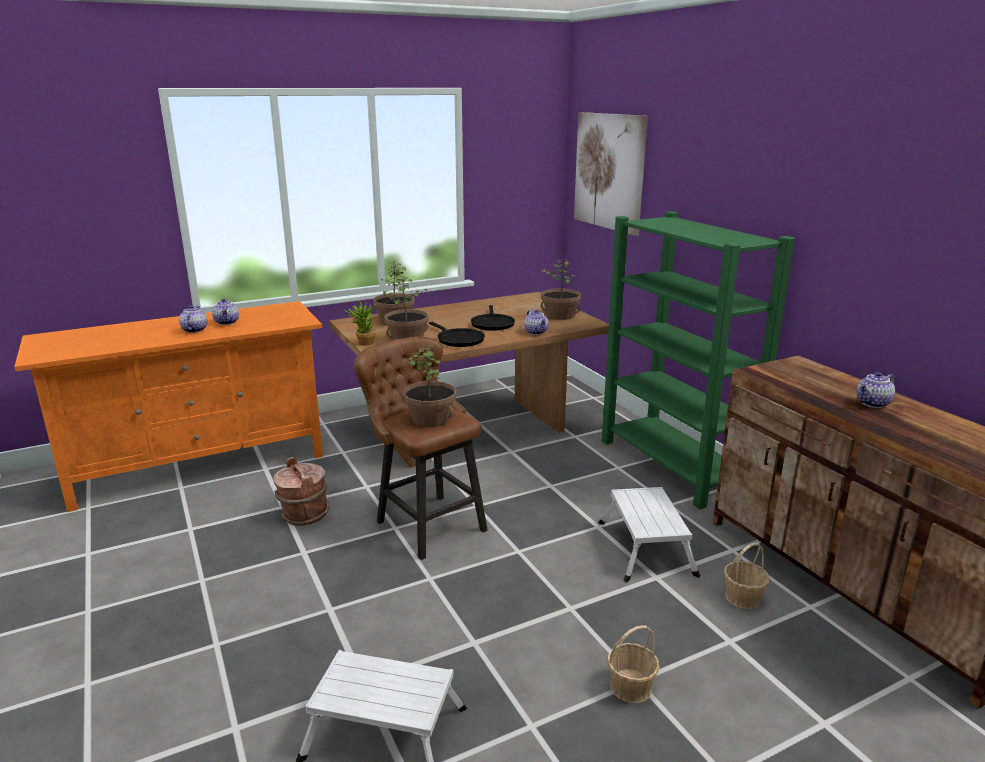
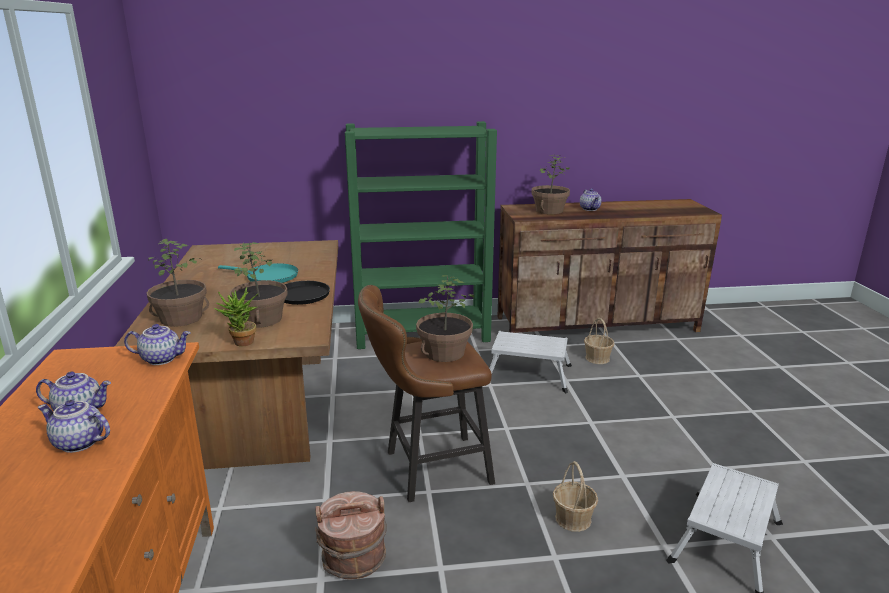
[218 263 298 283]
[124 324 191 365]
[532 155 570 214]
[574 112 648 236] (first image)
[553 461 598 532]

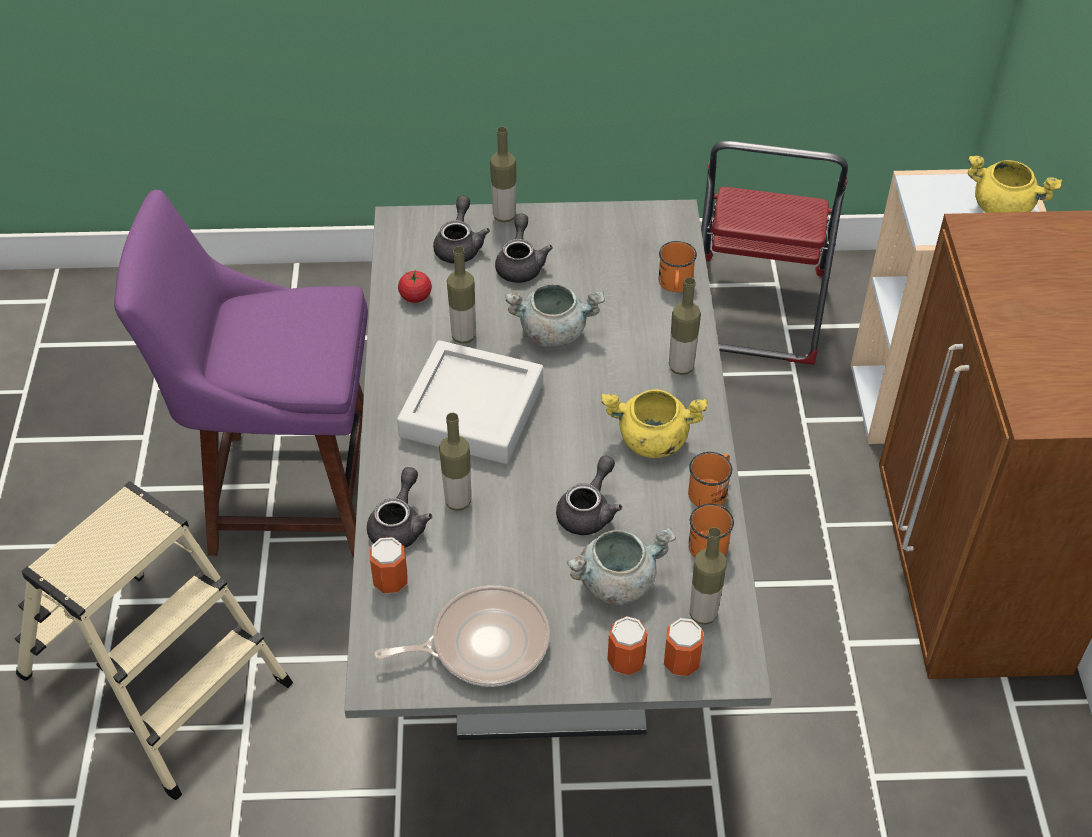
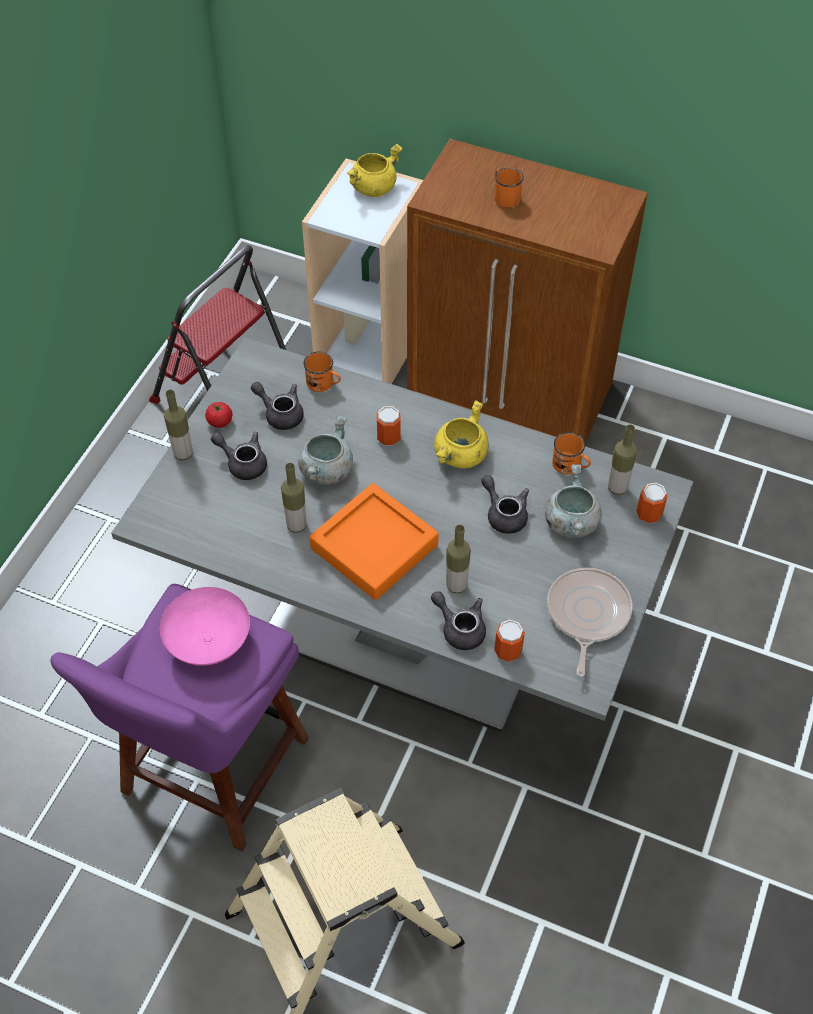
[310 483 439 600]
[205 402 232 428]
[251 382 304 430]
[377 406 401 446]
[669 277 701 375] (first image)
[495 168 524 208]
[160 587 250 666]

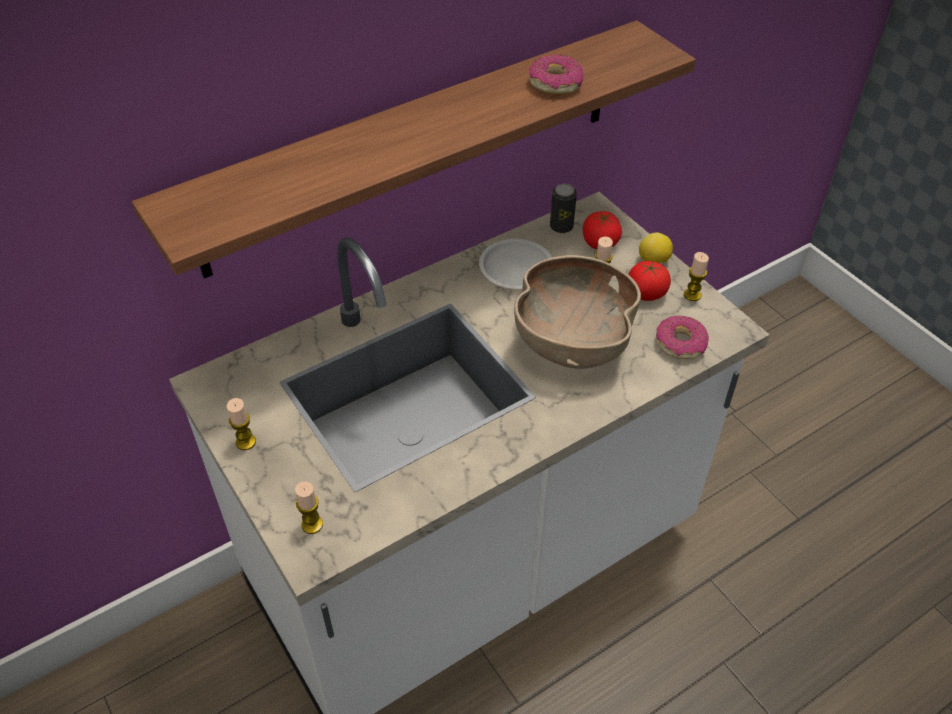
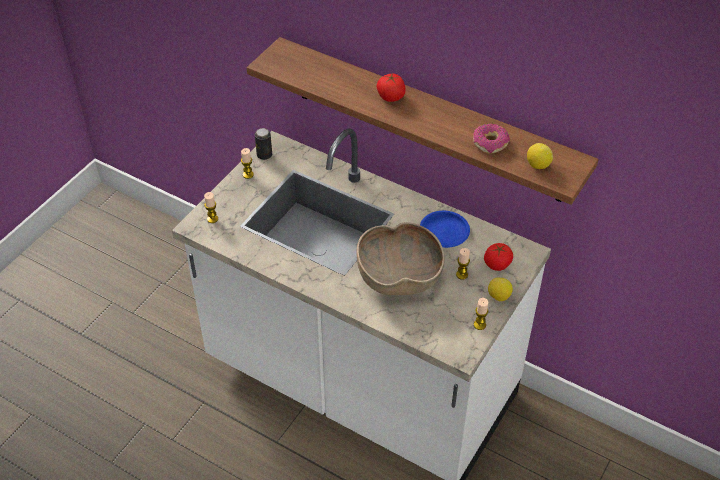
[420 211 470 248]
[255 128 272 160]
[377 73 406 102]
[656 315 709 359] (first image)
[527 143 553 169]

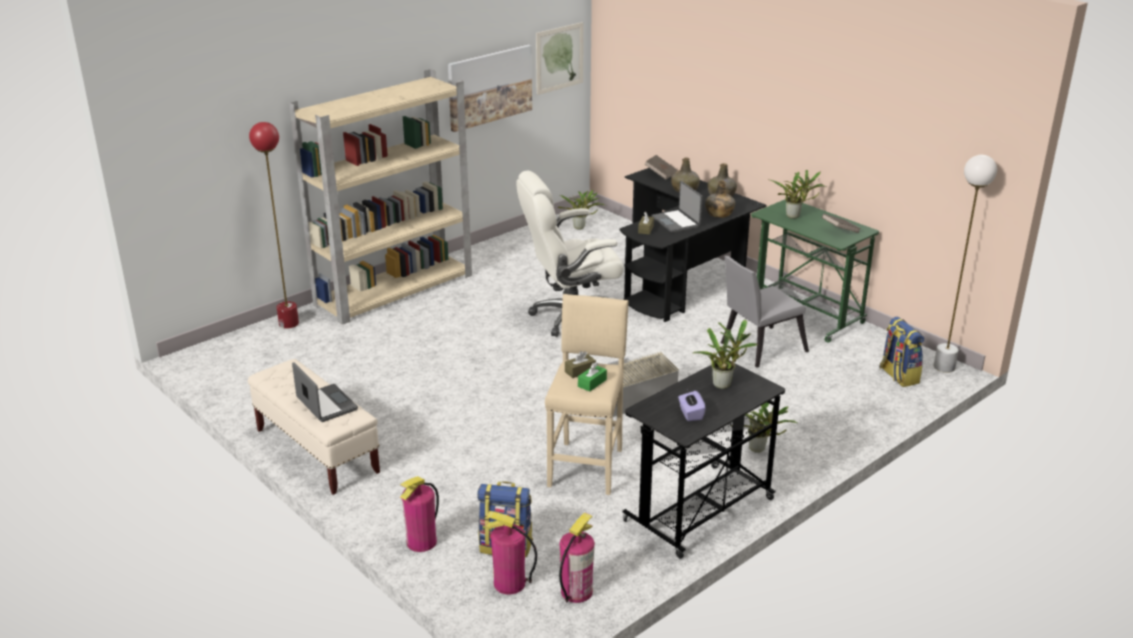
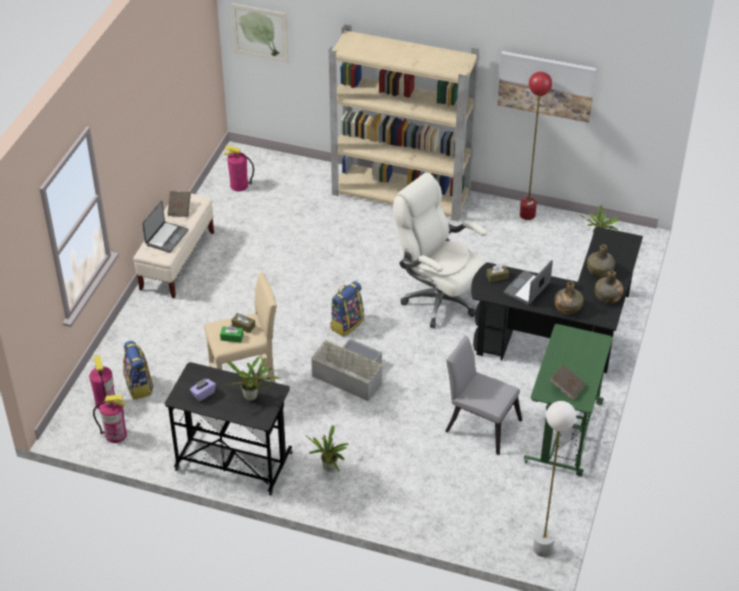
[520 72 552 220]
[224 145 254 191]
[231 3 288 63]
[168 191 191 217]
[770 170 827 219] (first image)
[330 281 364 337]

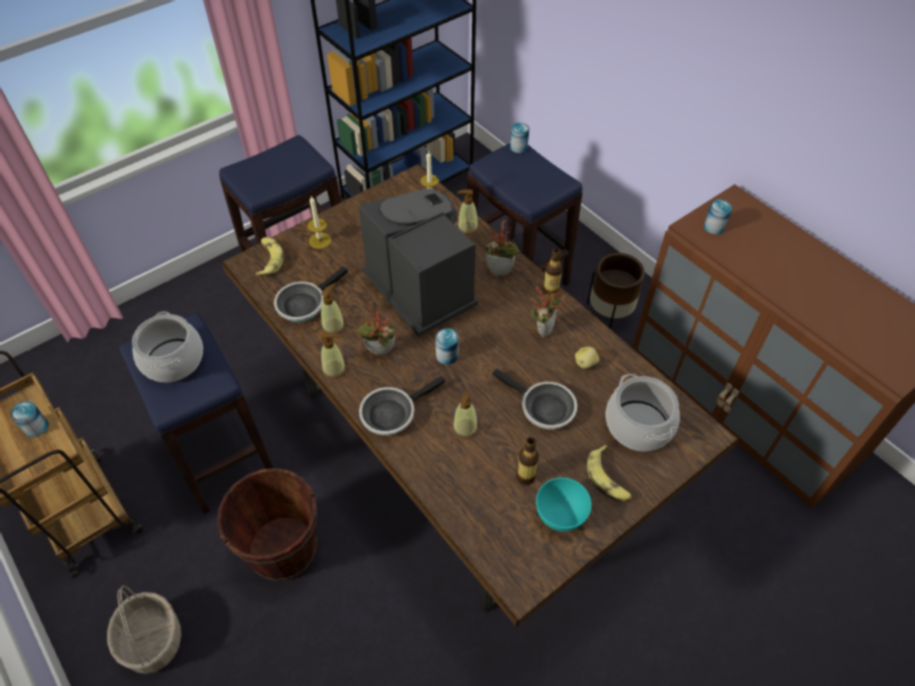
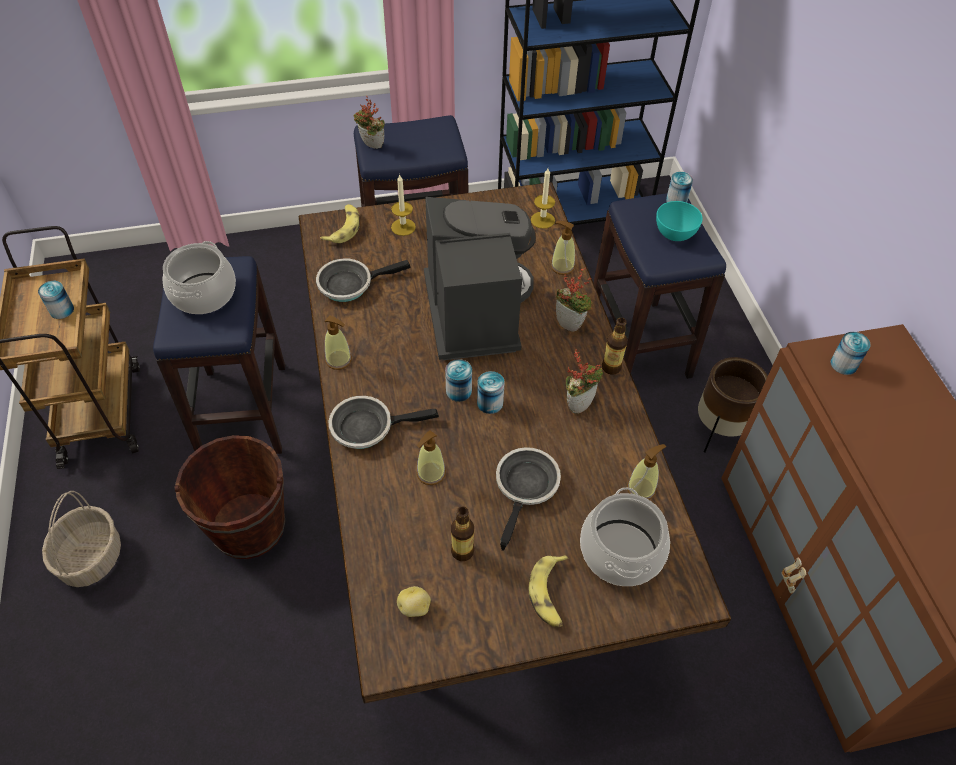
[627 444 666 500]
[353 95 385 149]
[496 447 561 551]
[656 201 703 241]
[397 586 431 617]
[477 371 505 414]

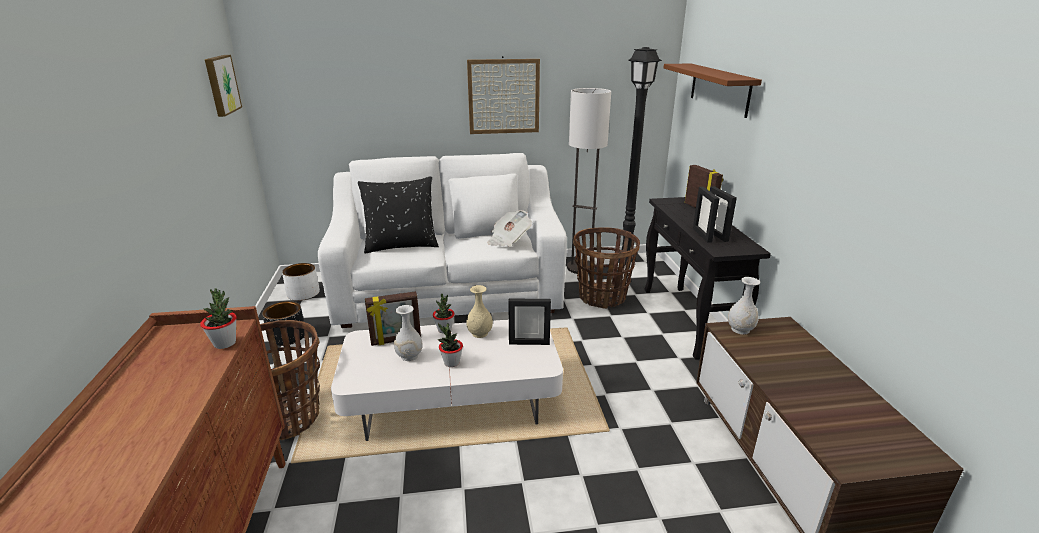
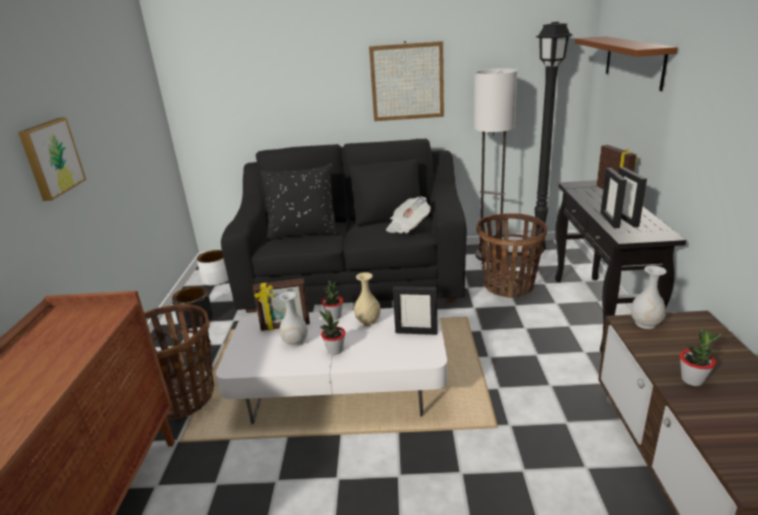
[680 328 722 386]
[18 117 86 201]
[221 139 467 313]

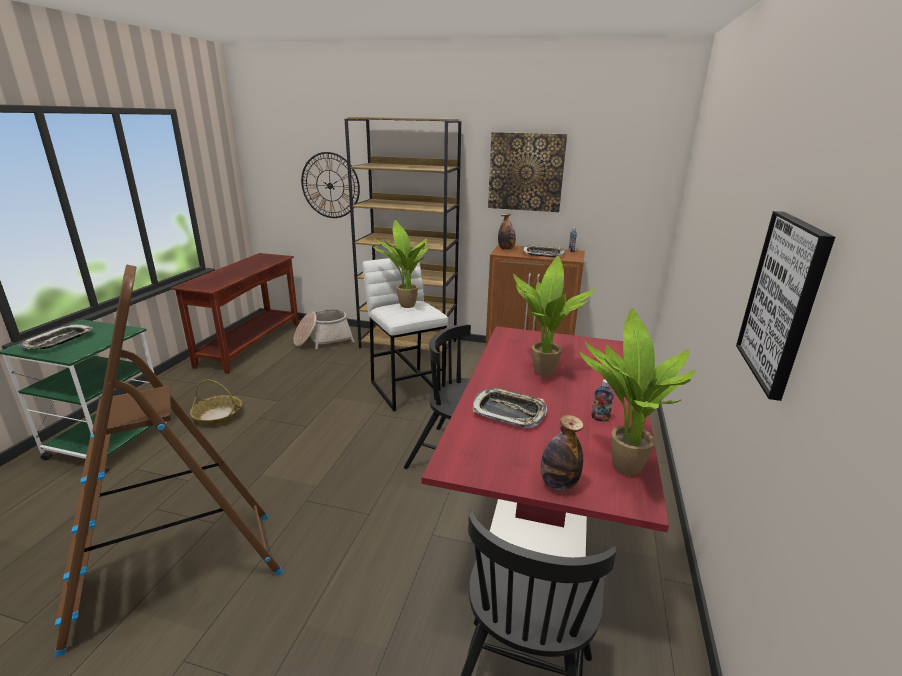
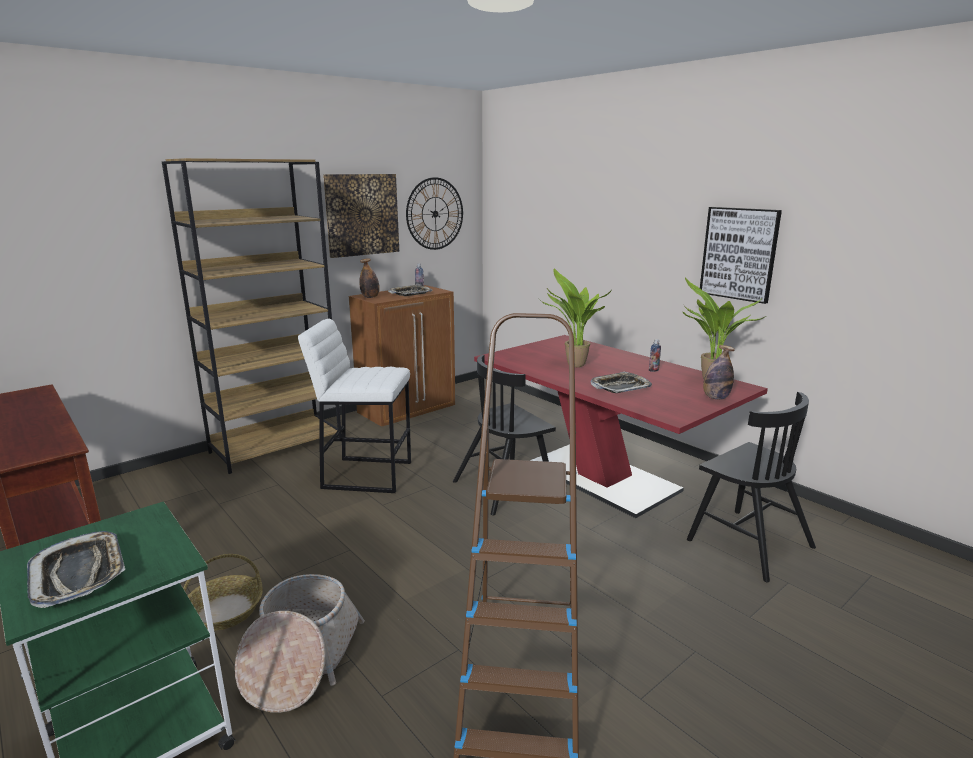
[235 574 365 713]
[406 177 463 250]
[373 220 430 308] (first image)

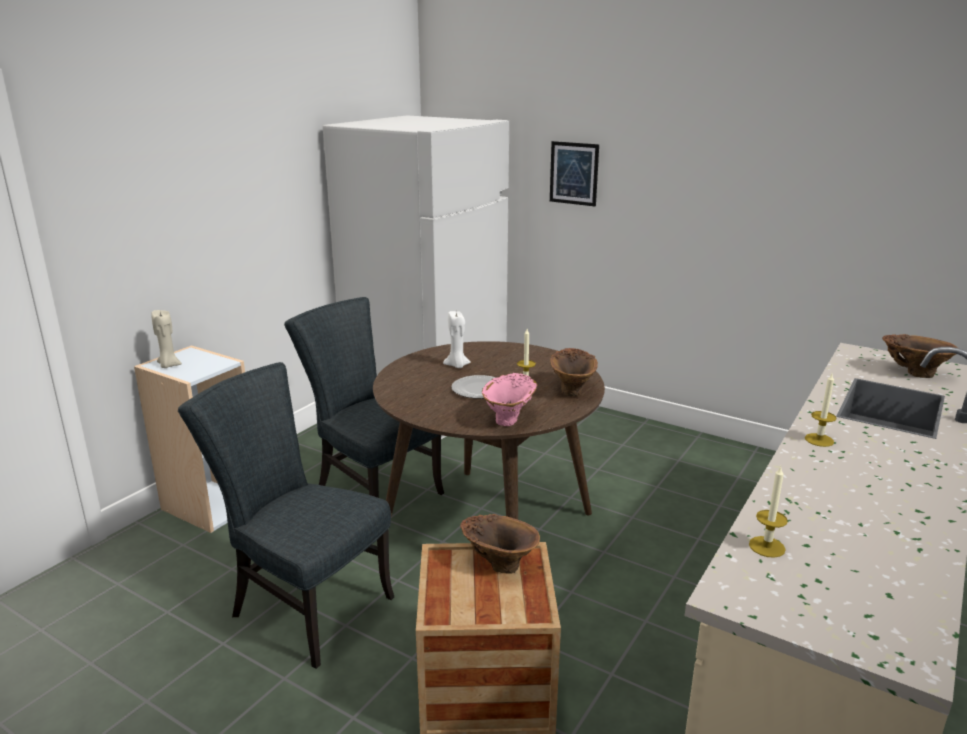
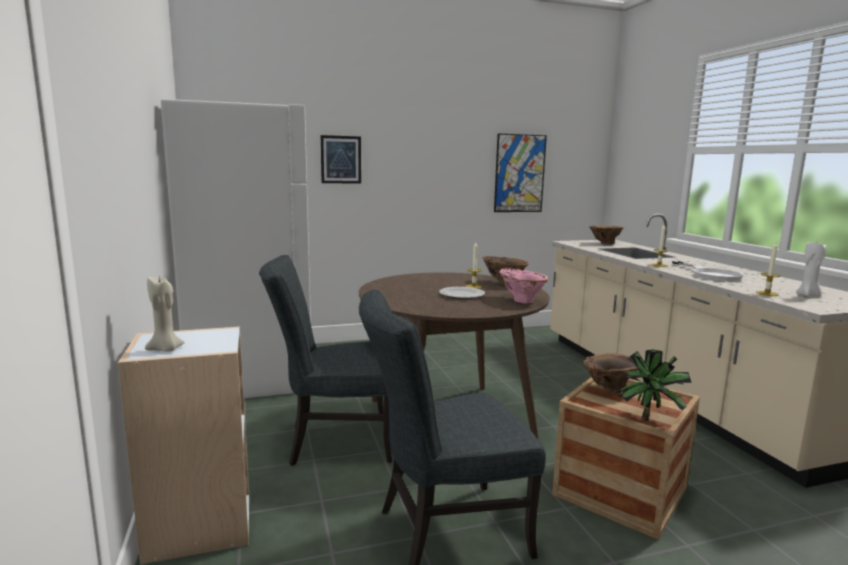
[796 243 826 296]
[494 133 547 212]
[618 349 692 420]
[672 261 744 282]

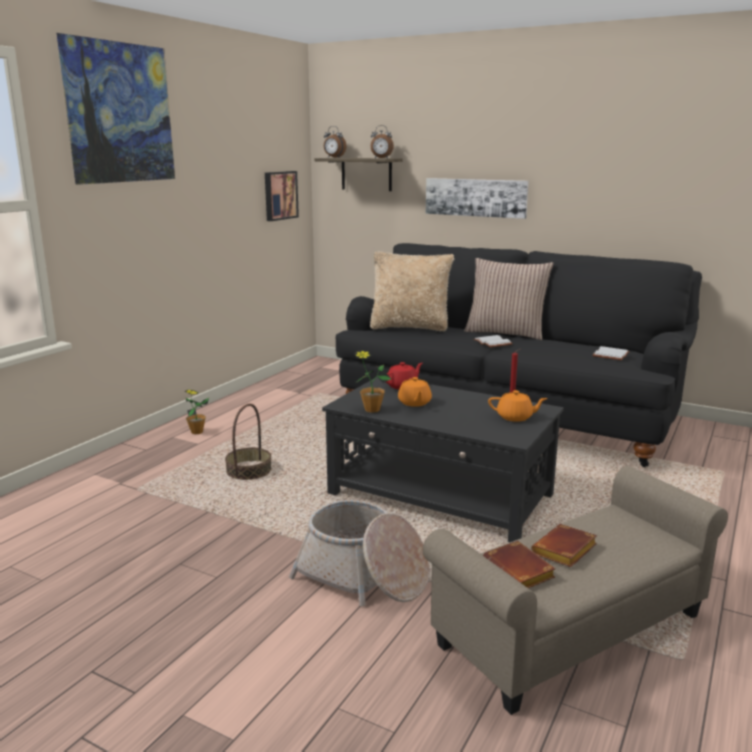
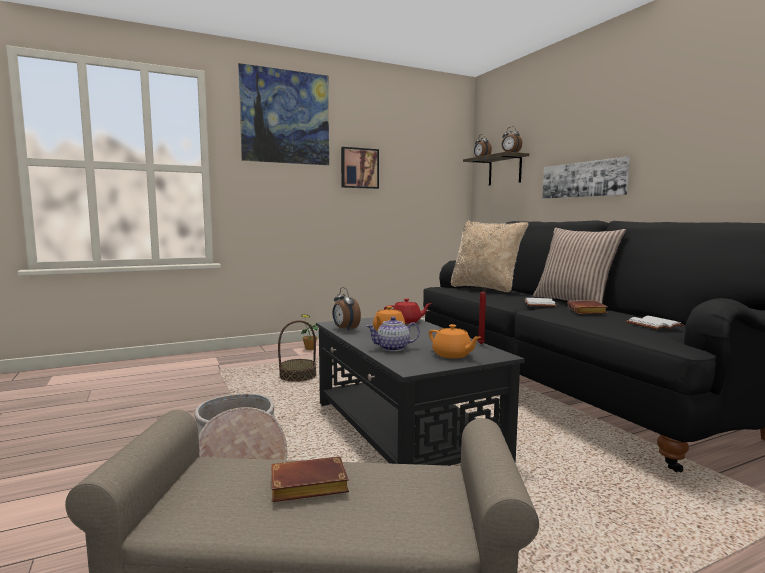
[341 147 379 189]
[333 287 361 331]
[567 300 607 314]
[367 317 420 351]

